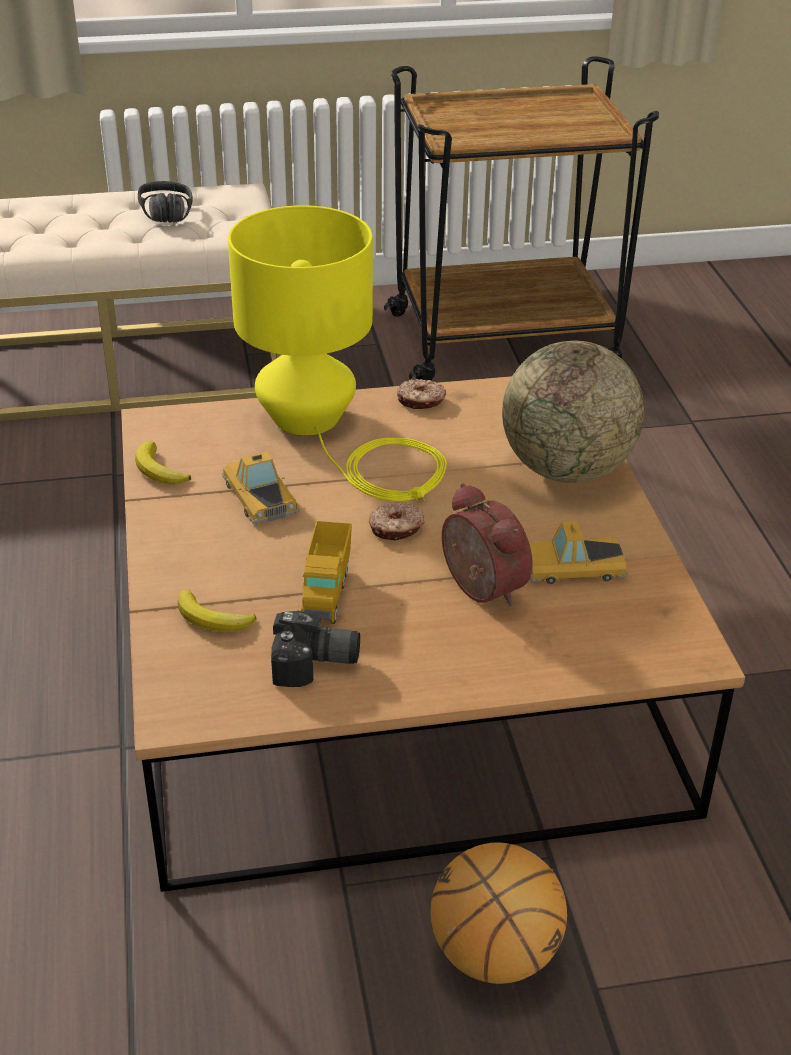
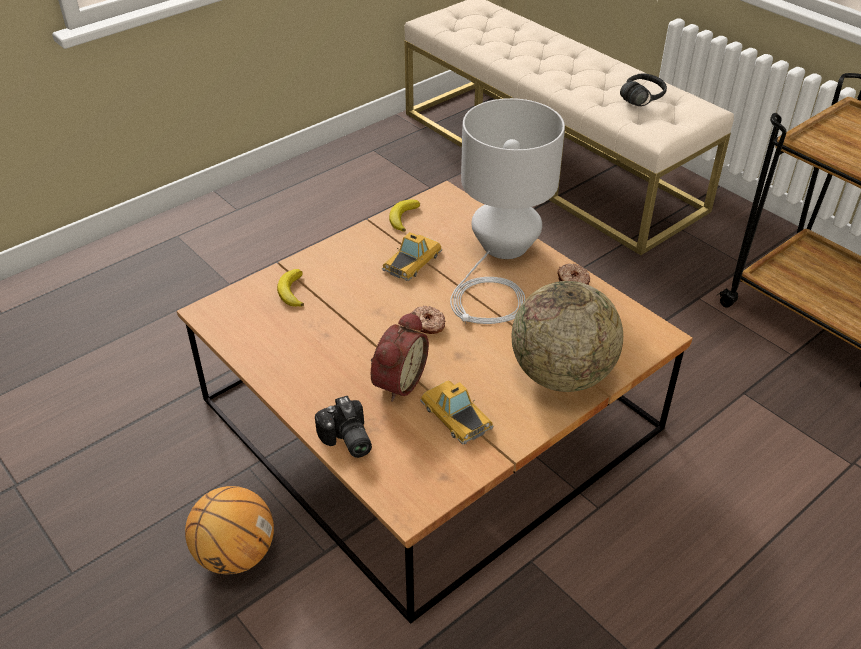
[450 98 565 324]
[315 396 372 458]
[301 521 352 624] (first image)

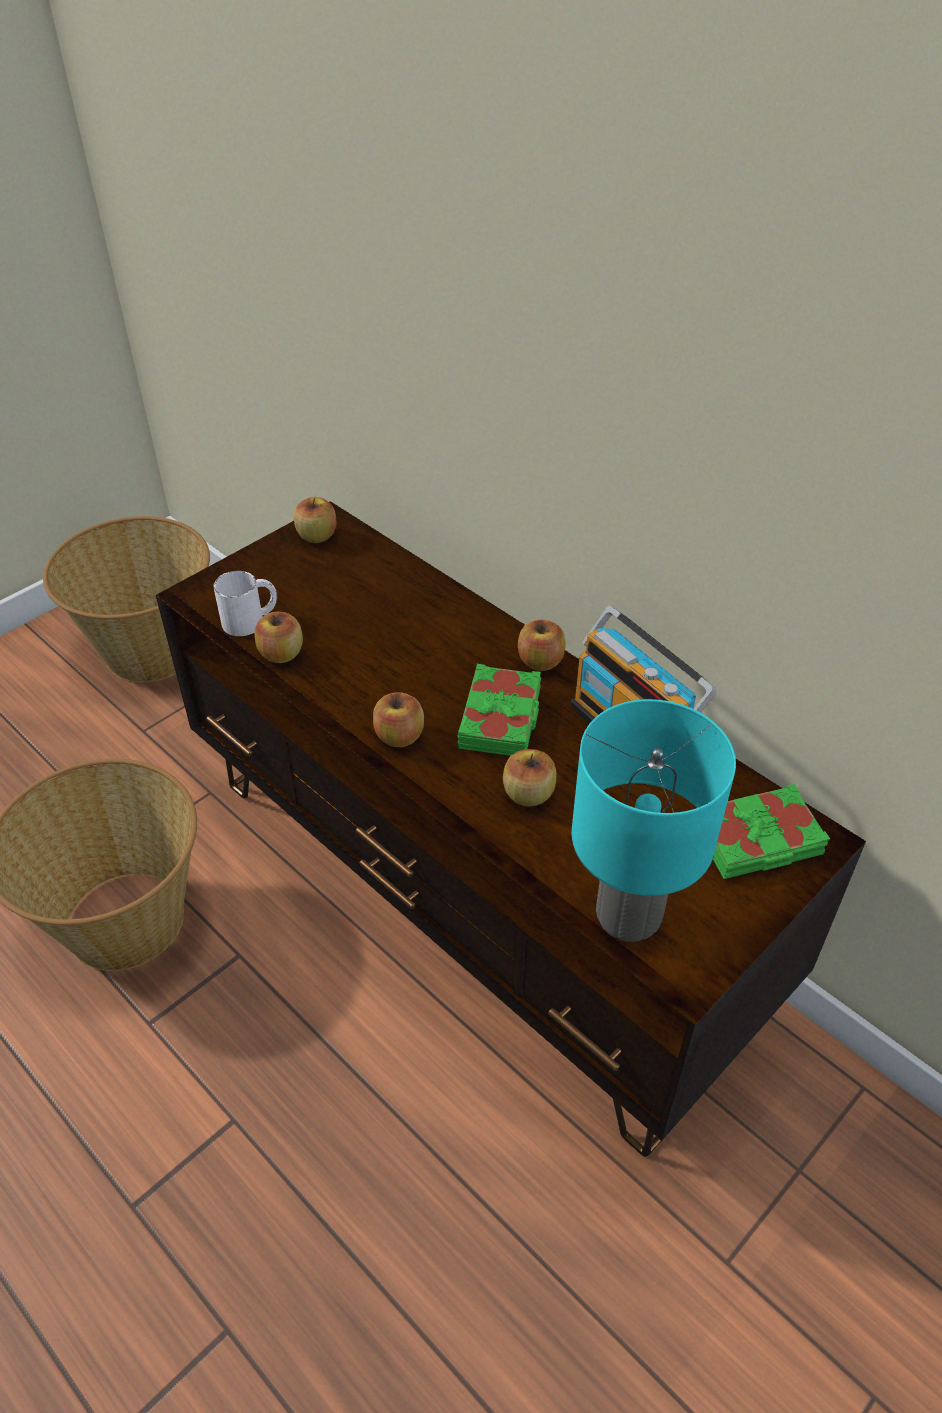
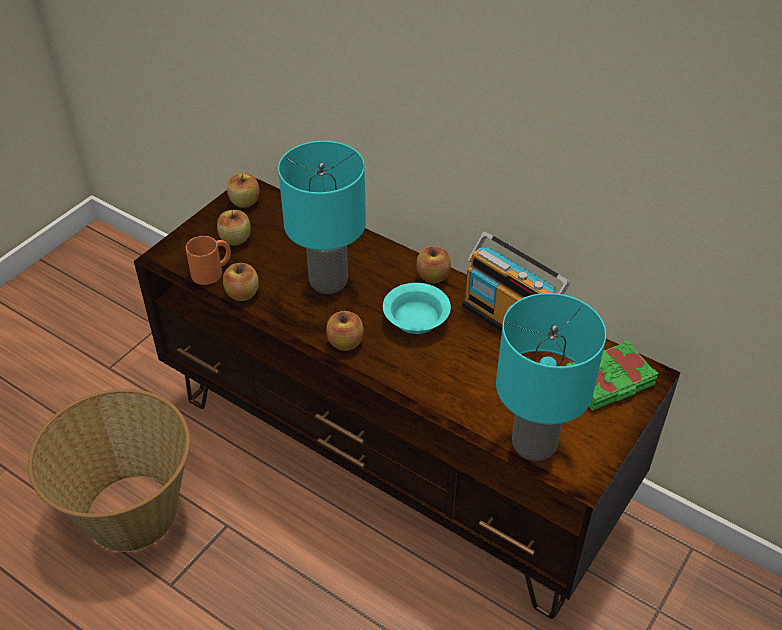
[43 516 210 682] (first image)
[185 236 231 285]
[383 283 451 334]
[217 210 251 245]
[278 141 366 294]

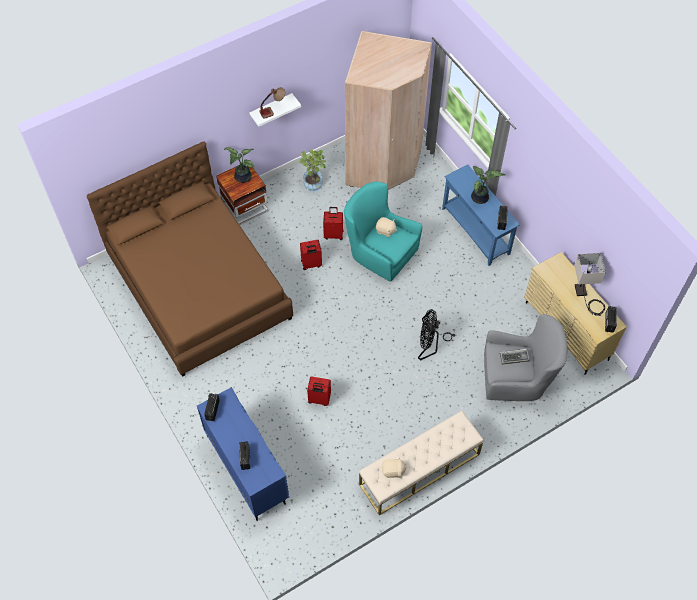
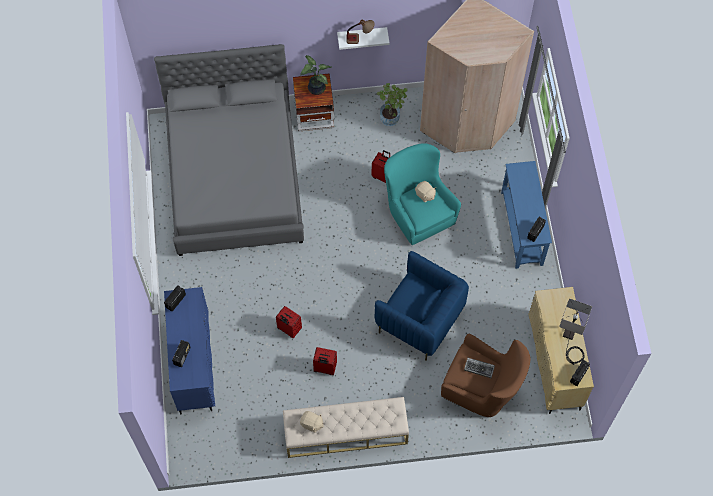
[154 44 304 256]
[313 347 337 375]
[375 251 469 361]
[471 166 505 204] (first image)
[441 334 530 417]

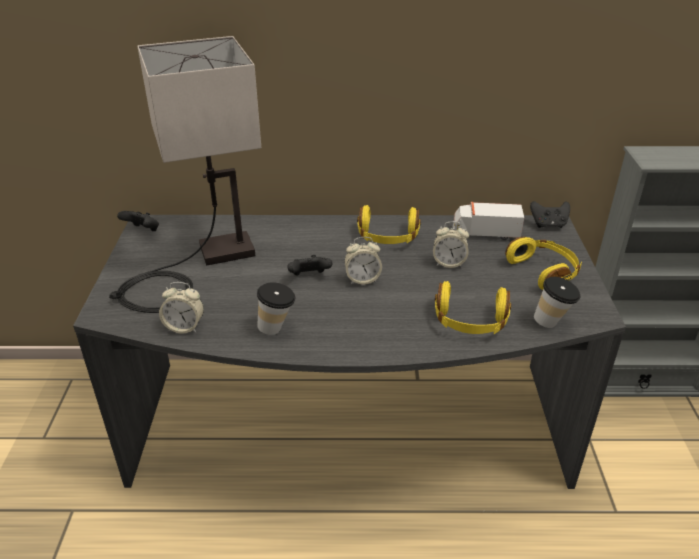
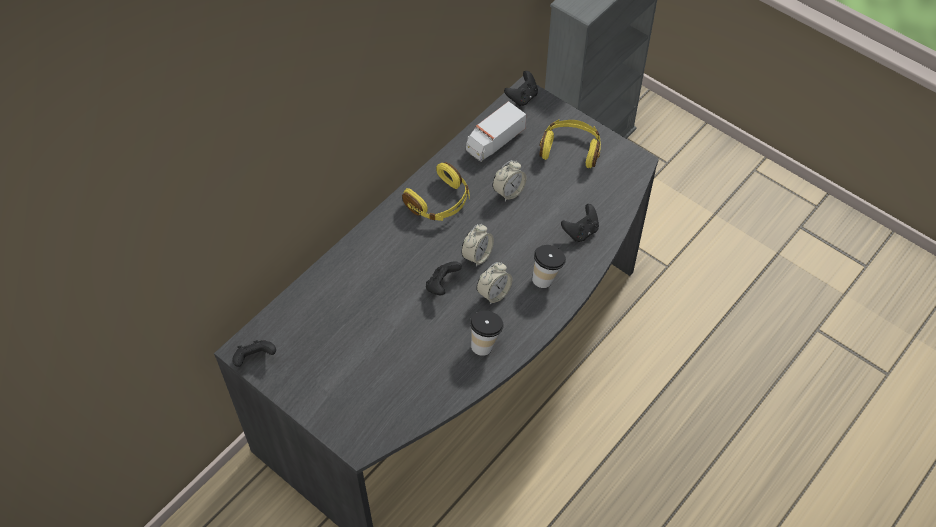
[109 36 261 313] (first image)
[477 262 513 305]
[561 204 599 242]
[532 245 566 288]

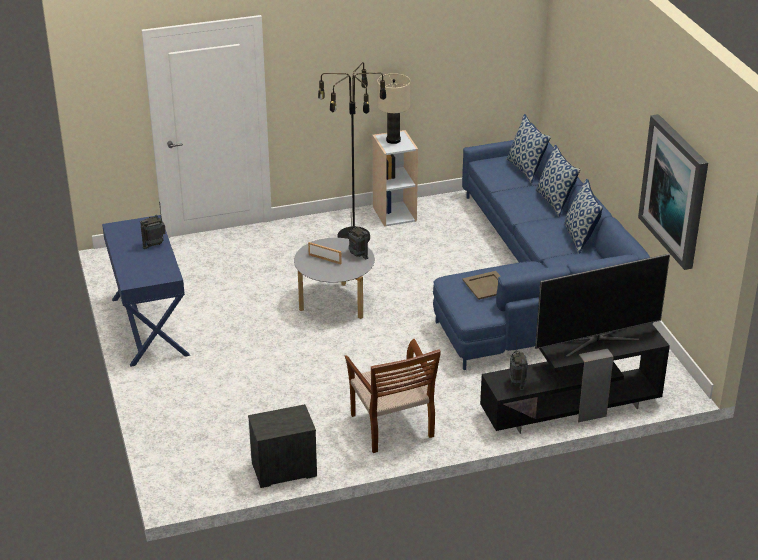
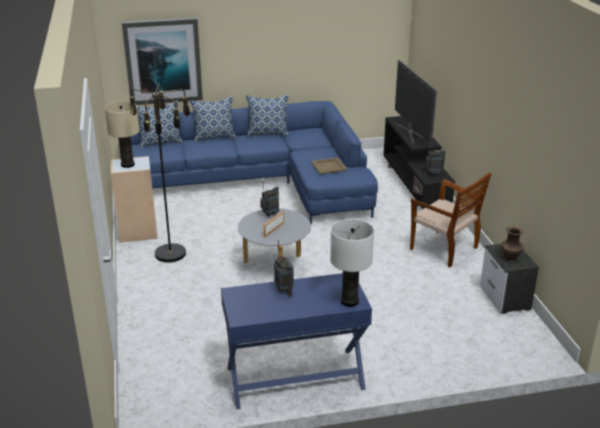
[410 172 491 267]
[122 17 203 105]
[330 219 374 307]
[501 226 524 261]

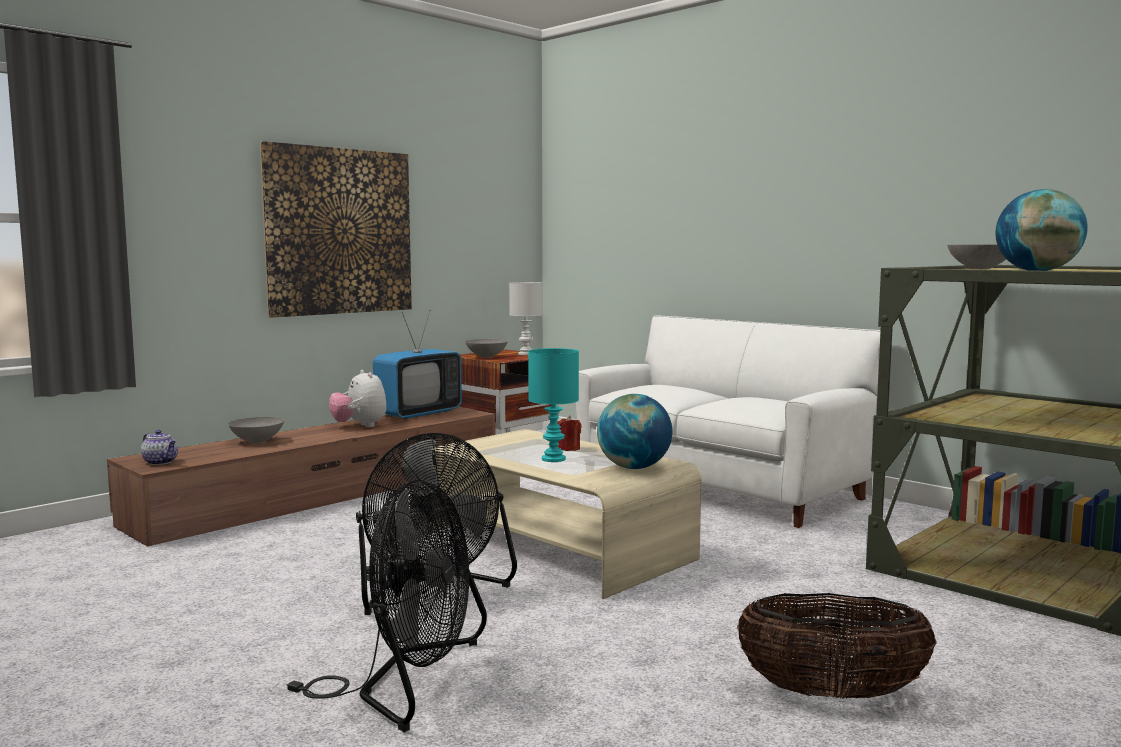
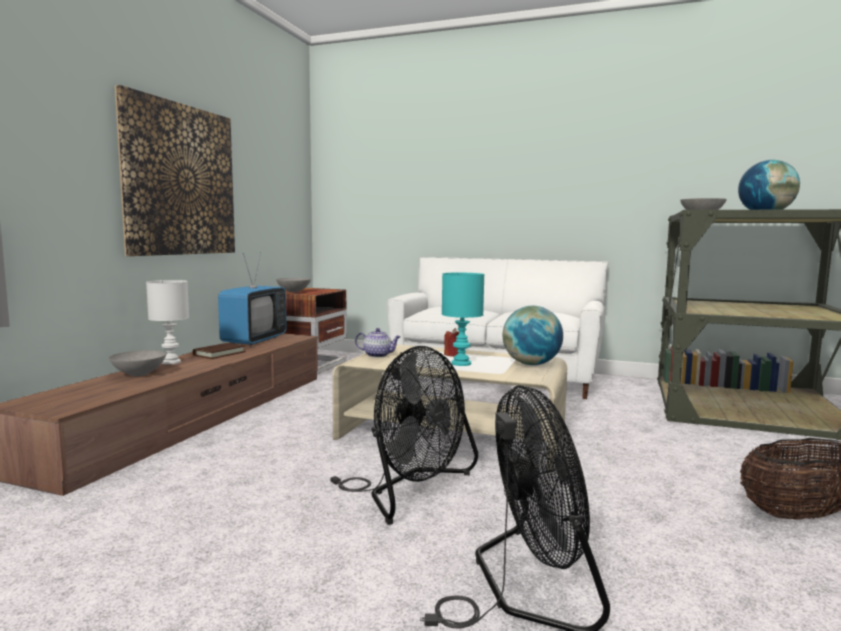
[355 328 401 358]
[193 343 246 359]
[146 280 189 365]

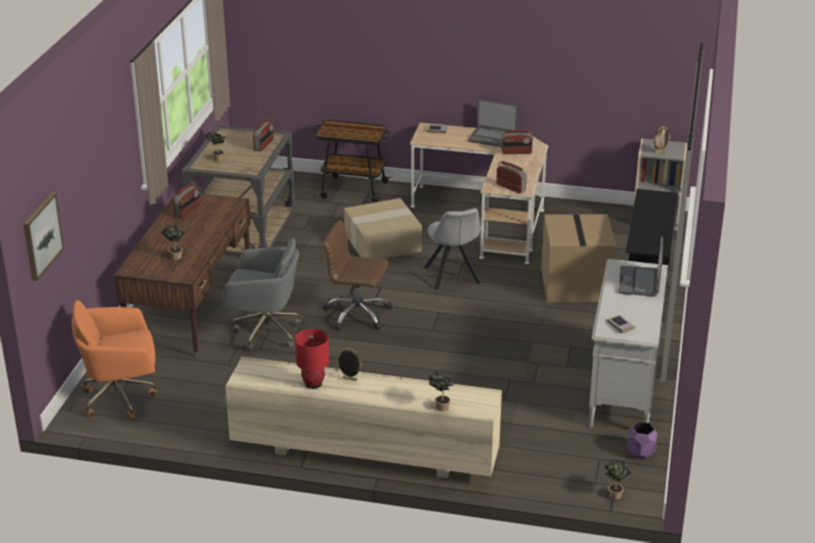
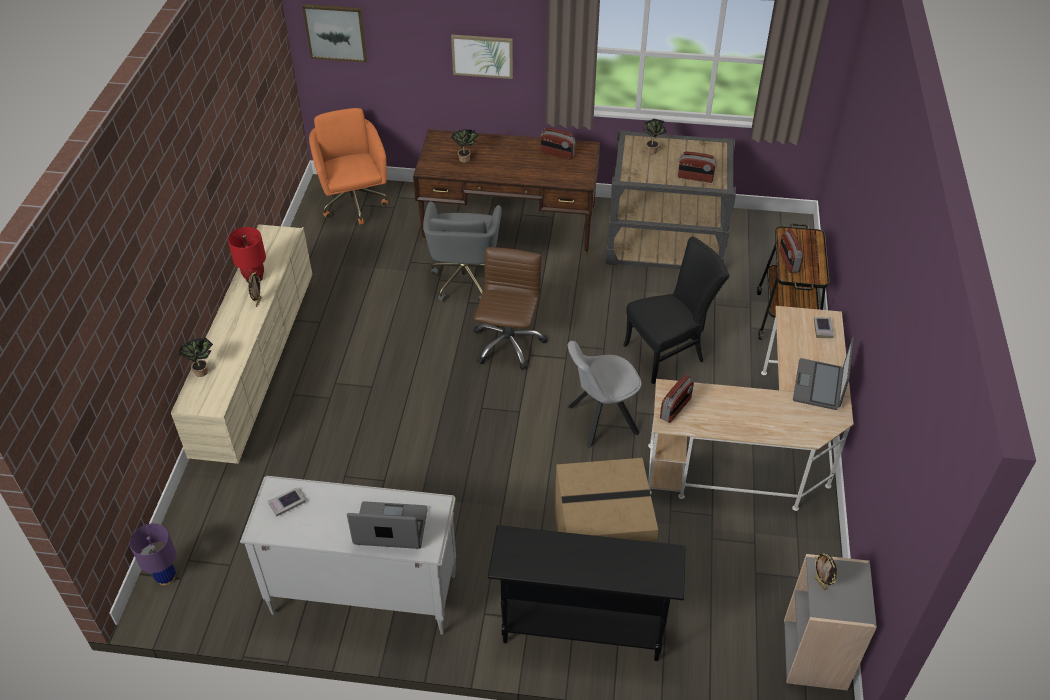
[623 237 730 384]
[779 228 804 273]
[130 523 176 586]
[627 422 657 459] (first image)
[451 35 513 79]

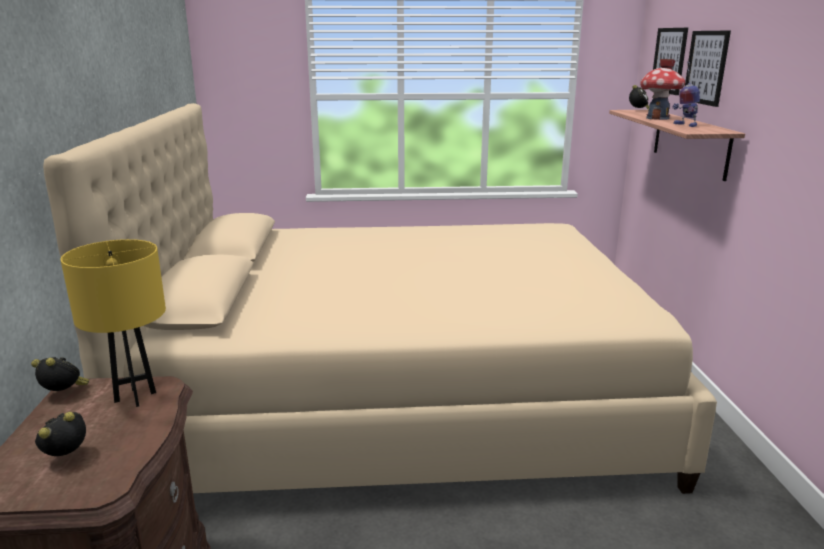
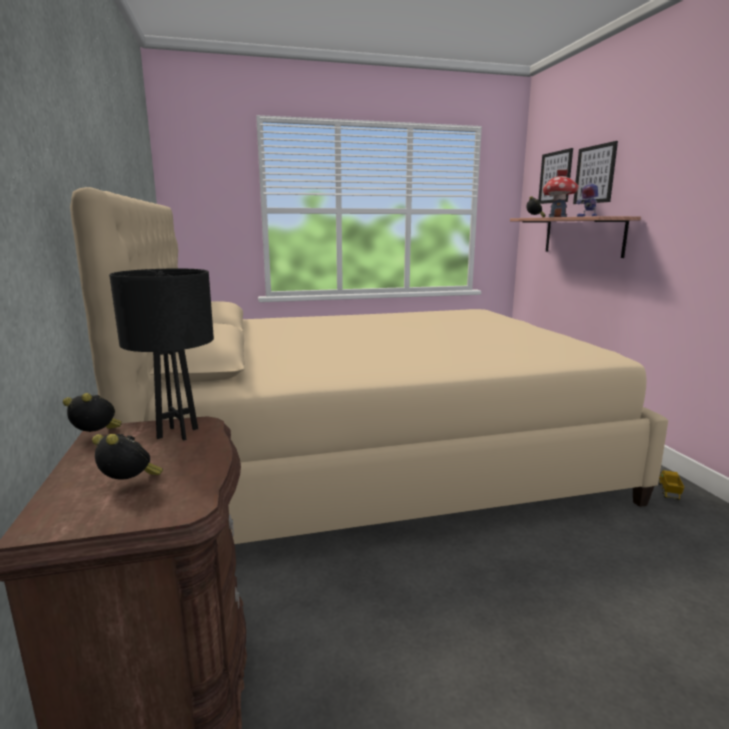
[92 434 163 480]
[109 268 214 440]
[659 470 685 500]

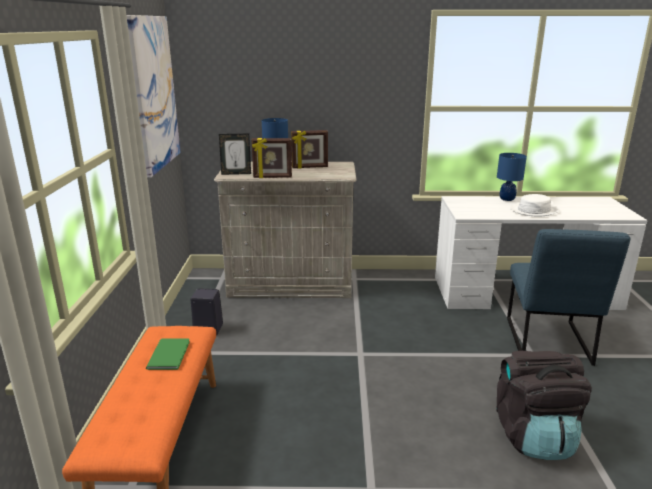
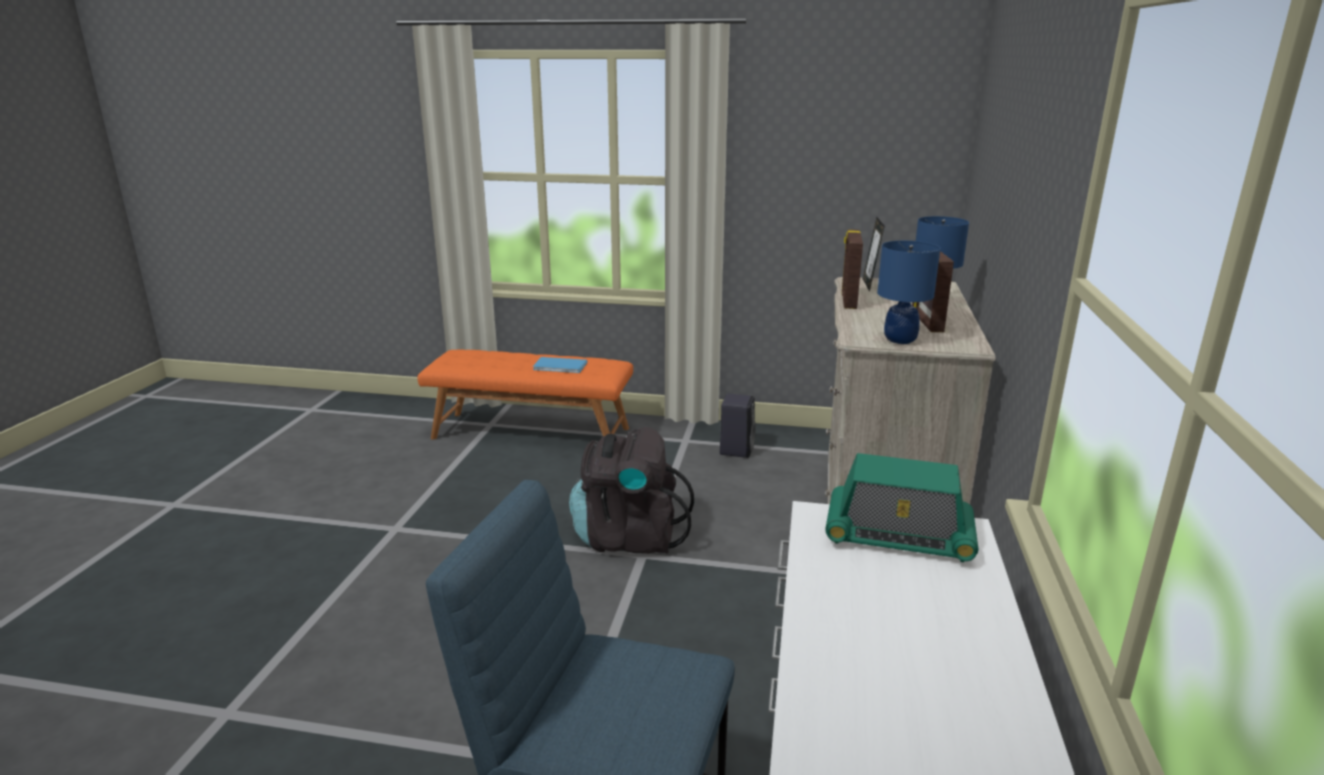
[126 15 181 178] (first image)
[533 357 587 373]
[877 241 940 344]
[569 427 694 554]
[510 194 559 216] (first image)
[825 453 978 562]

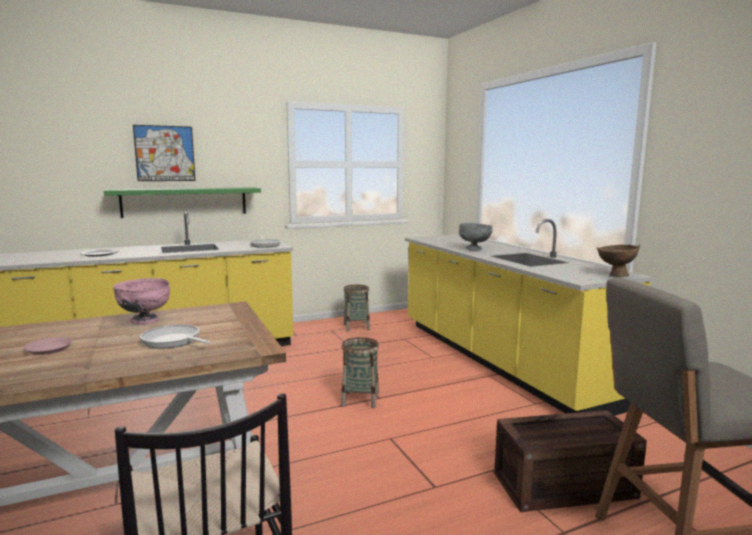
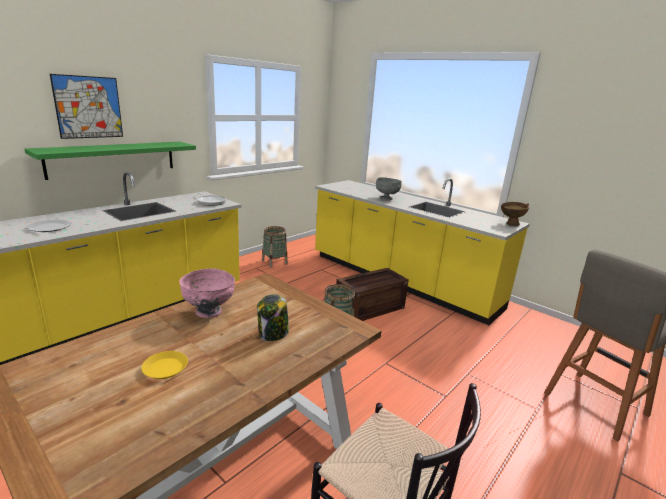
[141 351 188 379]
[257 294 289 341]
[336 268 409 321]

